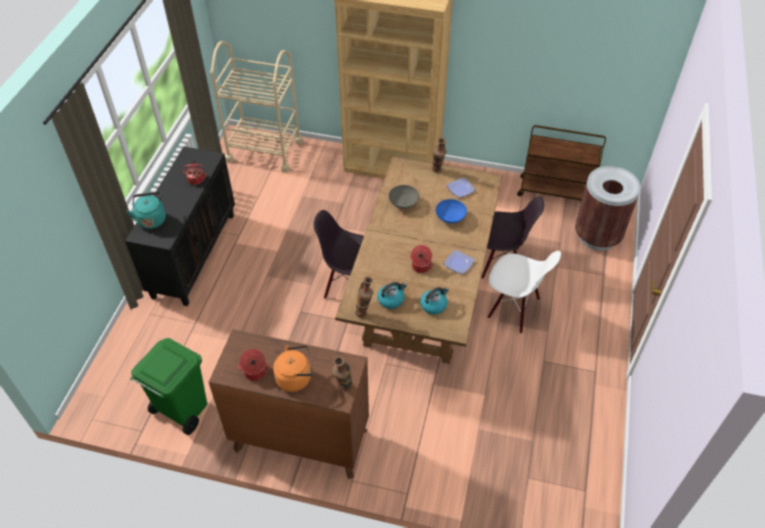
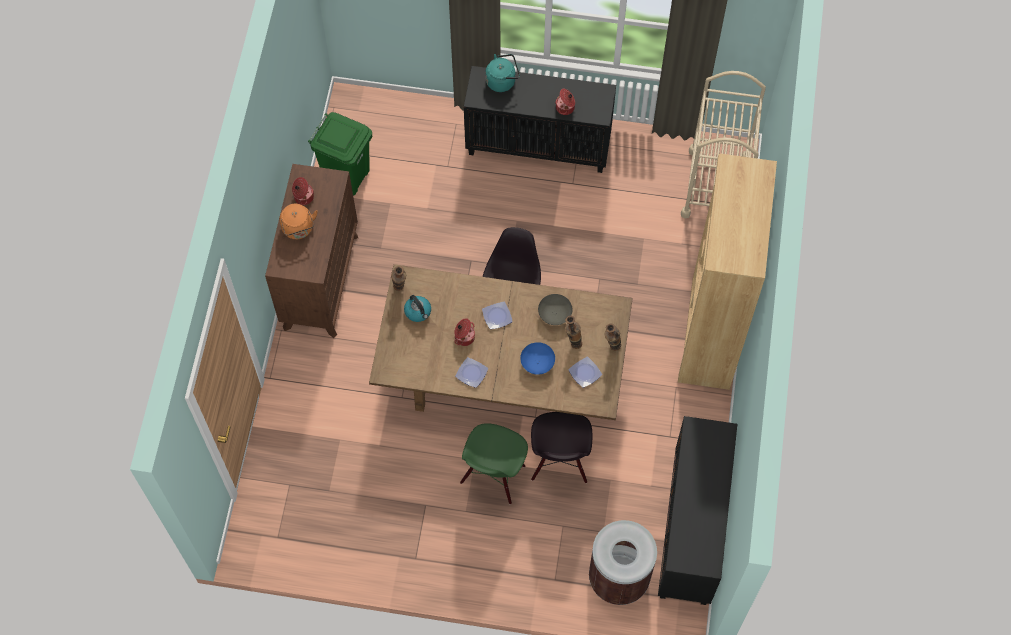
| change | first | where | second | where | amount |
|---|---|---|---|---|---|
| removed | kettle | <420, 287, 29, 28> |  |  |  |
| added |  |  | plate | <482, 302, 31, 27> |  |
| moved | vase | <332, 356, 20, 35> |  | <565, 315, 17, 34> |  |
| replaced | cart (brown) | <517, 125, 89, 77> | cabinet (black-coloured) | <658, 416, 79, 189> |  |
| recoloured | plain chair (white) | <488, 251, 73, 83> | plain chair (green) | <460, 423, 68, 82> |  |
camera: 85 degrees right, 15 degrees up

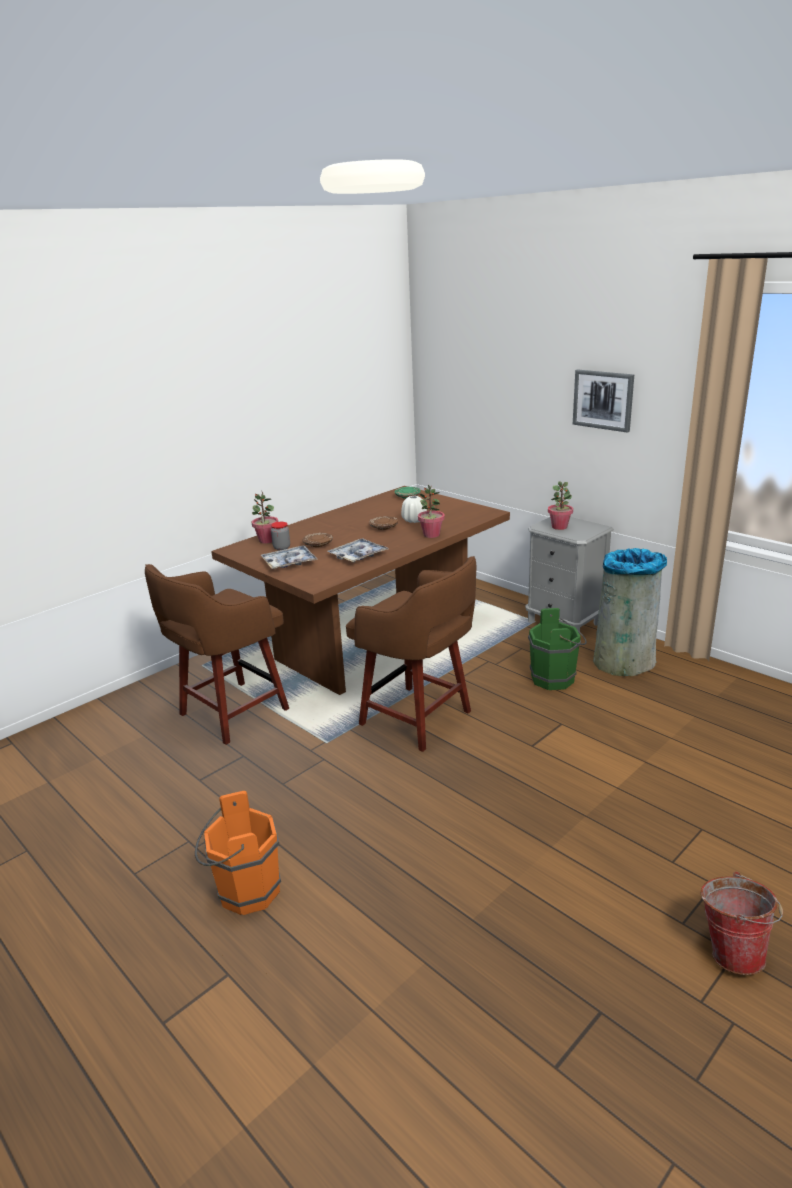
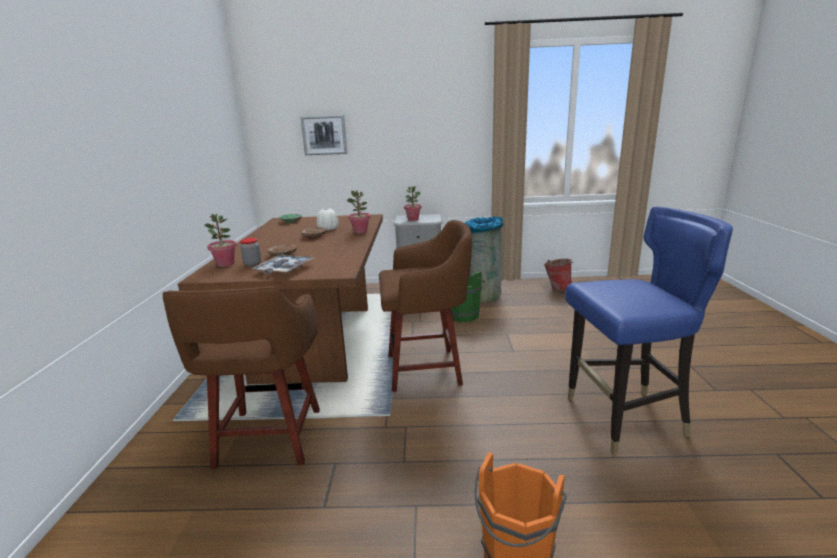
| change | first | where | second | where | amount |
|---|---|---|---|---|---|
| removed | carrying tray | <327, 538, 62, 24> |  |  |  |
| added |  |  | plain chair (blue) | <565, 206, 168, 249> |  |
| moved | picture | <573, 370, 61, 63> |  | <301, 115, 46, 40> |  |
| moved | water bucket | <700, 872, 83, 103> |  | <544, 259, 30, 32> |  |
camera: 45 degrees left, 5 degrees down

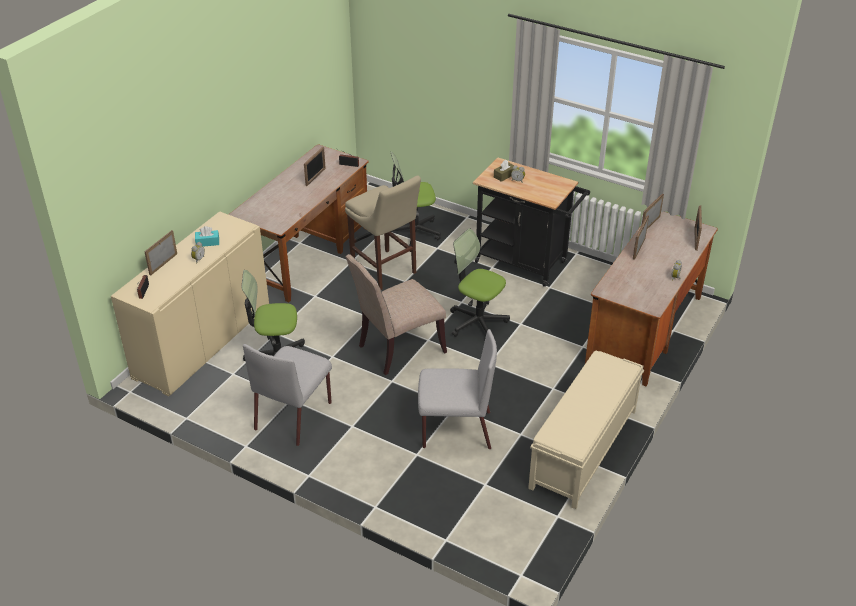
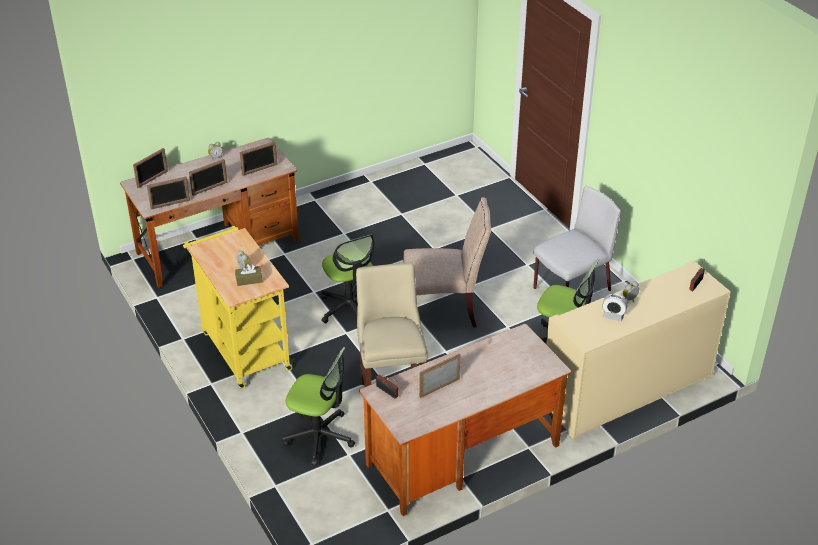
| change | first | where | second | where | amount |
|---|---|---|---|---|---|
| removed | plain chair (greyish) | <418, 329, 79, 120> |  |  |  |
| removed | indoor bench (beige-coloured) | <528, 350, 116, 159> |  |  |  |
| moved | standing frame | <144, 230, 33, 46> |  | <240, 141, 38, 35> |  |
| replaced | tissue box (blue-green) | <195, 226, 24, 21> | table clock | <602, 294, 26, 27> |  |
| recoloured | cart (black-coloured) | <473, 158, 117, 129> | cart (yellowish) | <183, 226, 110, 163> |  |
camera: 150 degrees left, 0 degrees up

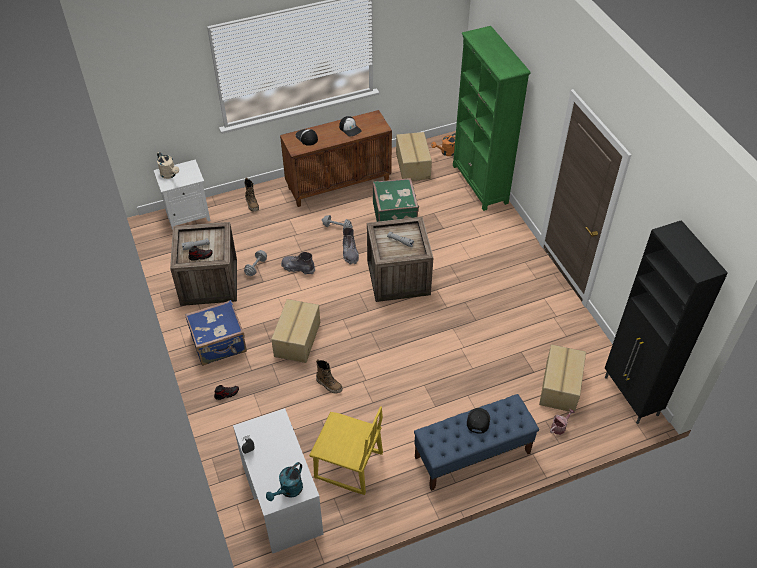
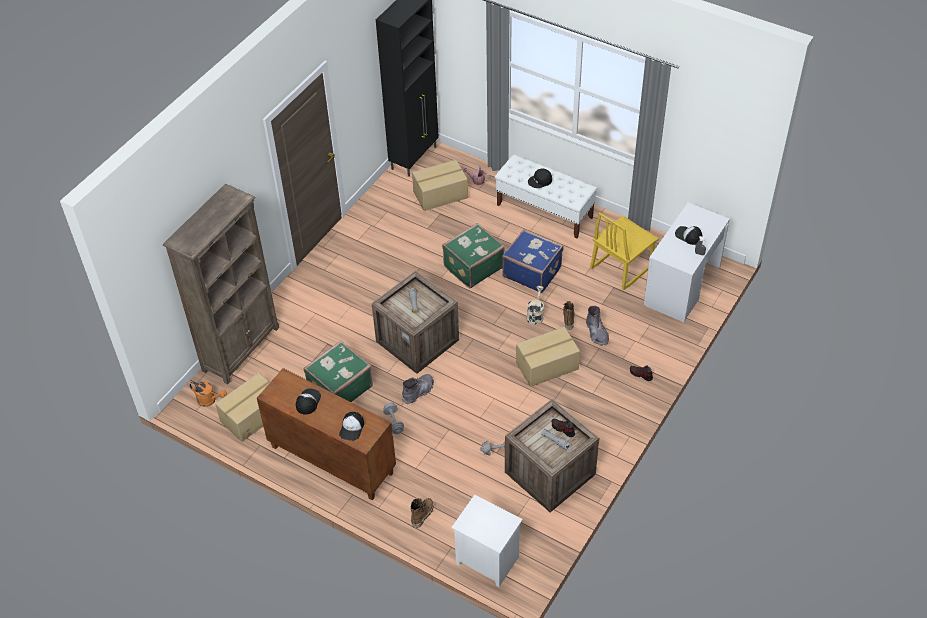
| change | first | where | second | where | amount |
|---|---|---|---|---|---|
| removed | watering can (blue-green) | <266, 462, 37, 39> |  |  |  |
| added |  |  | travel case (green) | <442, 223, 63, 65> |  |
| added |  |  | baseball cap | <675, 226, 27, 19> |  |
| moved | watering can (beige-coloured) | <157, 152, 22, 27> |  | <526, 286, 18, 39> |  |
| moved | travel case (blue) | <185, 300, 62, 66> |  | <502, 229, 62, 64> |  |
| moved | tall boot (greyish) | <281, 252, 34, 23> |  | <586, 306, 23, 40> |  |
| recoloured | indoor bench (blue) | <414, 394, 125, 97> | indoor bench (white) | <495, 155, 102, 83> |  |
| recoloured | bookshelf (green) | <453, 26, 78, 185> | bookshelf (brown) | <163, 184, 116, 200> |  |
| turned | plain chair (yellowish) | <309, 406, 74, 89> |  | <590, 212, 69, 79> | 120 degrees counterclockwise |
camera: 125 degrees left, 0 degrees up

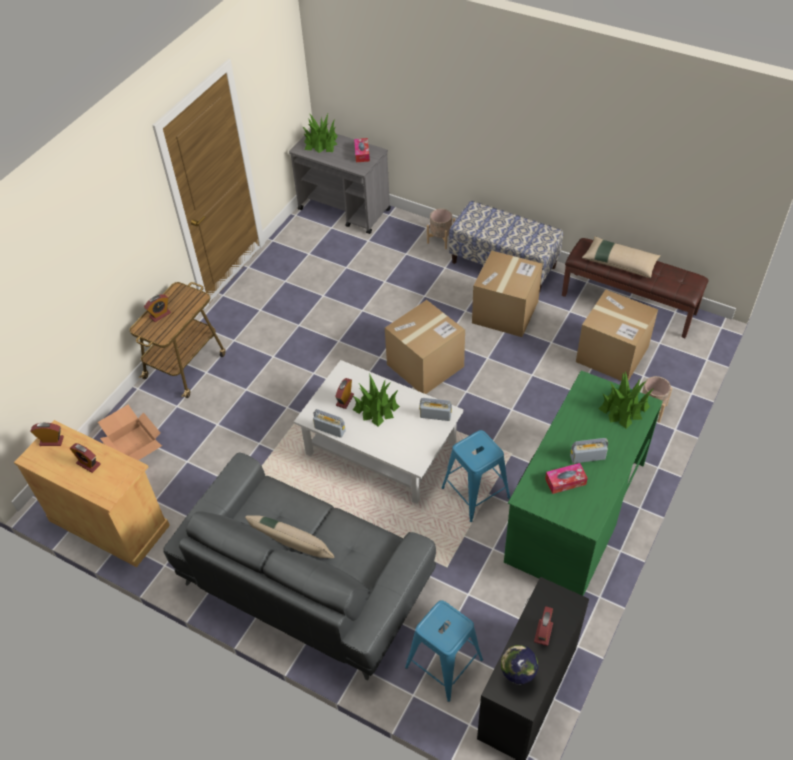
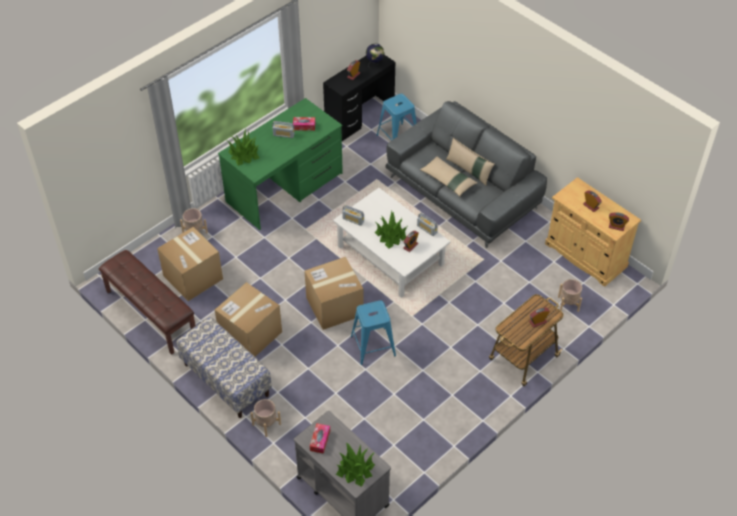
| change | first | where | second | where | amount |
|---|---|---|---|---|---|
| moved | sitting stool (blue) | <442, 430, 68, 92> |  | <351, 300, 45, 65> |  |
| moved | cushion (beige-coloured) | <582, 236, 79, 42> |  | <420, 156, 58, 41> |  |
| replaced | packing box | <98, 405, 64, 55> | plant pot (beige-coloured) | <558, 279, 24, 33> |  |
camera: 165 degrees left, 0 degrees up

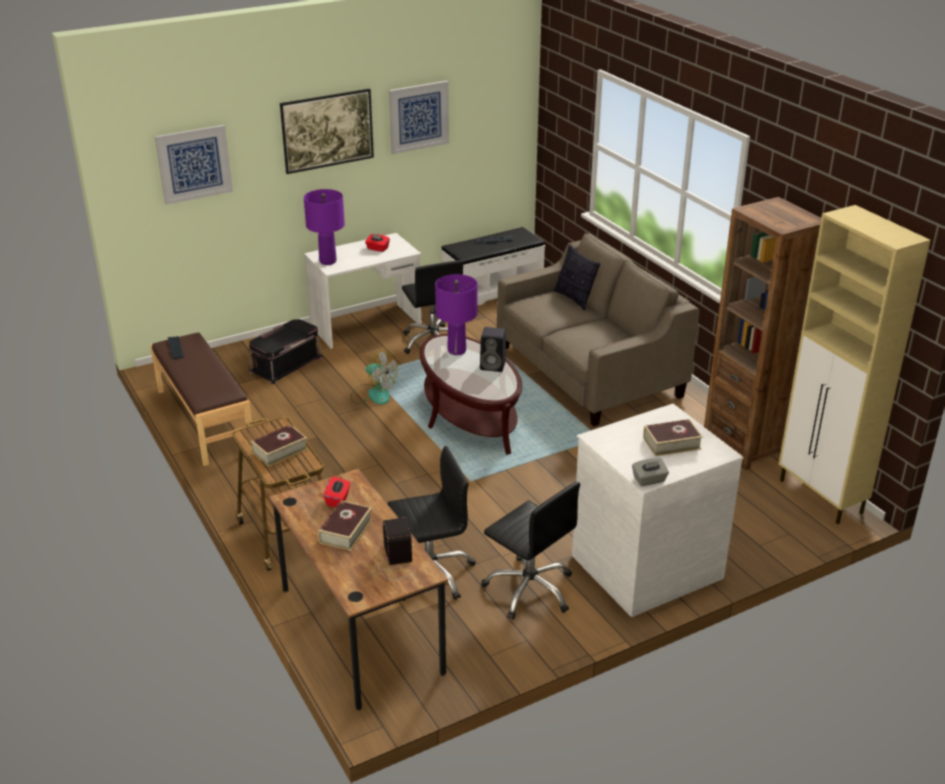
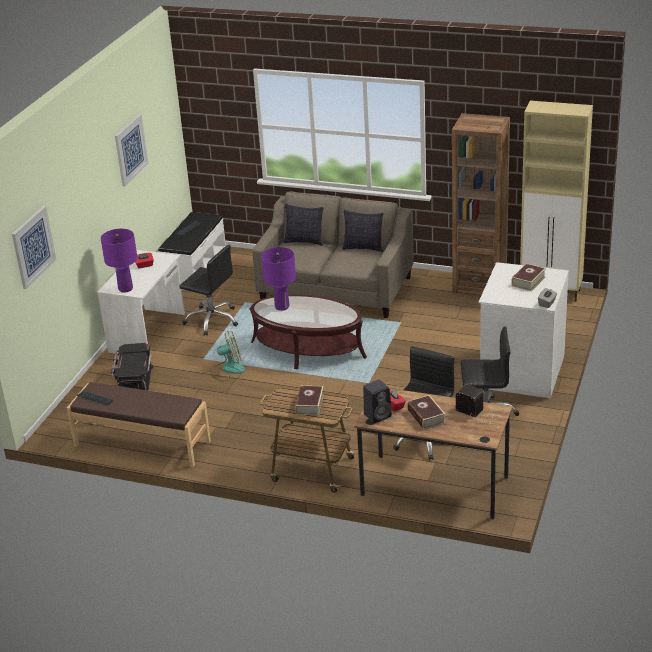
| change | first | where | second | where | amount |
|---|---|---|---|---|---|
| removed | picture | <280, 88, 94, 86> |  |  |  |
| added |  |  | cushion | <342, 210, 42, 42> |  |
| moved | speaker (black-coloured) | <480, 327, 26, 45> |  | <363, 380, 29, 43> |  |
camera: 40 degrees left, 0 degrees up

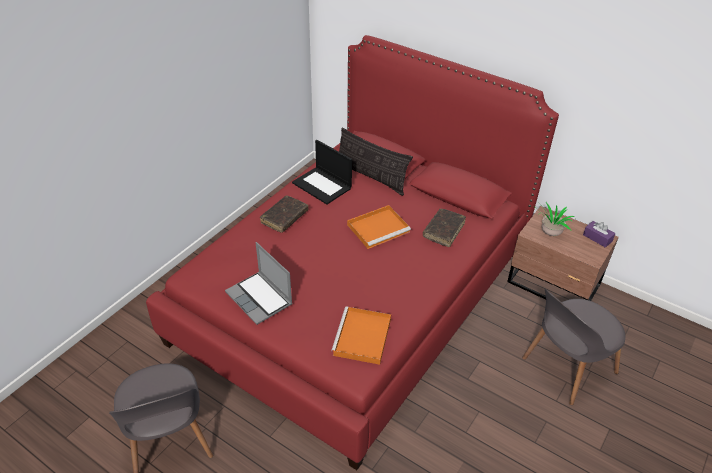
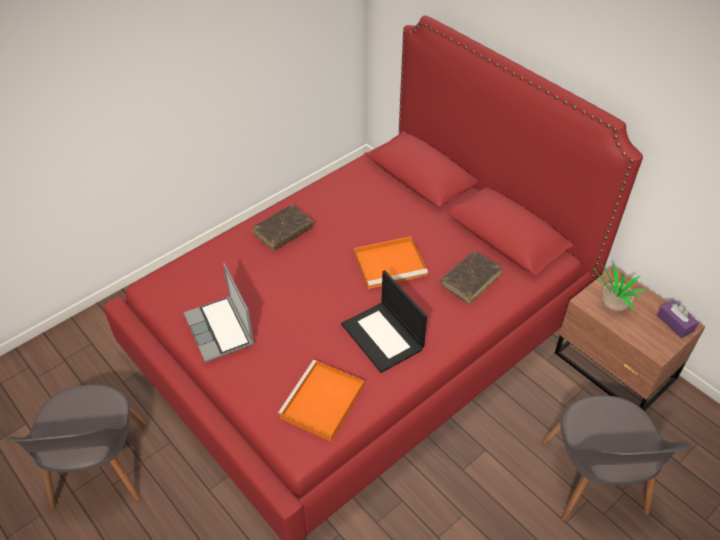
| change | first | where | second | where | amount |
|---|---|---|---|---|---|
| removed | cushion | <339, 127, 74, 69> |  |  |  |
| moved | portable computer | <292, 140, 60, 64> |  | <341, 270, 86, 103> |  |
| turned | plain chair (greyish) | <522, 288, 103, 117> |  | <542, 395, 149, 126> | 75 degrees counterclockwise |
camera: 15 degrees right, 5 degrees up

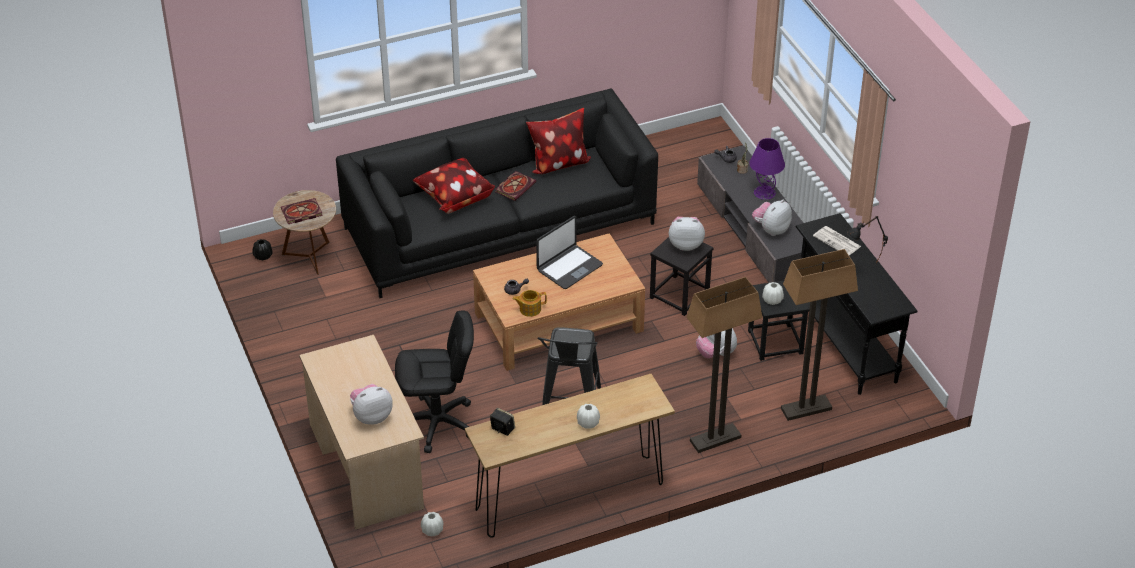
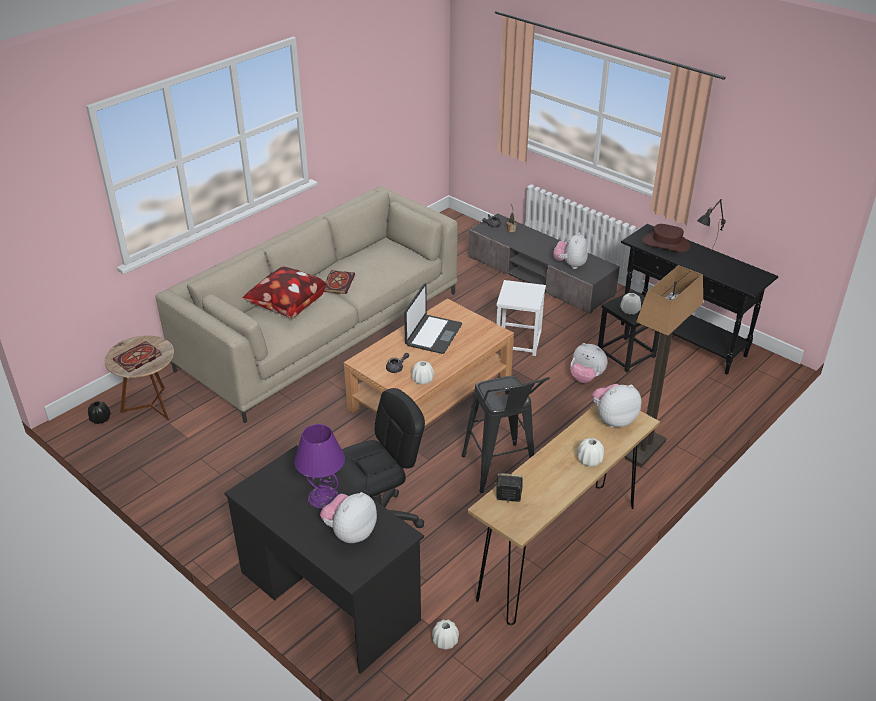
| change | first | where | second | where | amount |
|---|---|---|---|---|---|
| removed | cushion | <526, 108, 65, 66> |  |  |  |
| removed | floor lamp | <781, 249, 77, 172> |  |  |  |
| moved | cuddly toy | <669, 217, 36, 34> |  | <592, 384, 49, 44> |  |
| moved | tabletop lamp (purple-coloured) | <749, 138, 36, 62> |  | <294, 424, 51, 84> |  |
| replaced | teapot | <512, 290, 35, 27> | vase (white) | <412, 361, 22, 24> |  |
| replaced | daily paper | <813, 226, 48, 29> | hat (brown) | <643, 224, 47, 28> |  |
| recoloured | desk table (beige-coloured) | <299, 335, 125, 195> | desk table (black-coloured) | <225, 445, 199, 229> |  |
| recoloured | couch (black-coloured) | <336, 89, 322, 209> | couch (beige-coloured) | <156, 186, 302, 237> |  |
| recoloured | sitting stool (black-coloured) | <650, 237, 63, 79> | sitting stool (white) | <496, 280, 50, 76> |  |
camera: 25 degrees left, 5 degrees down

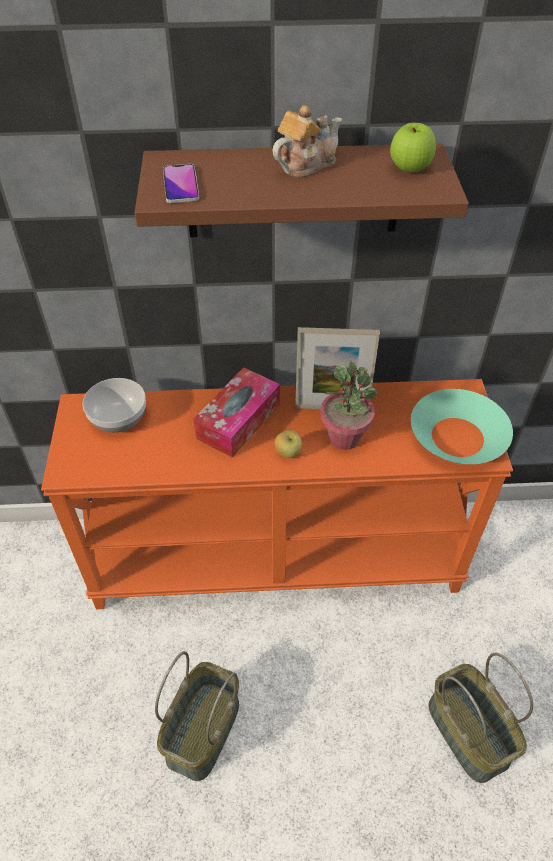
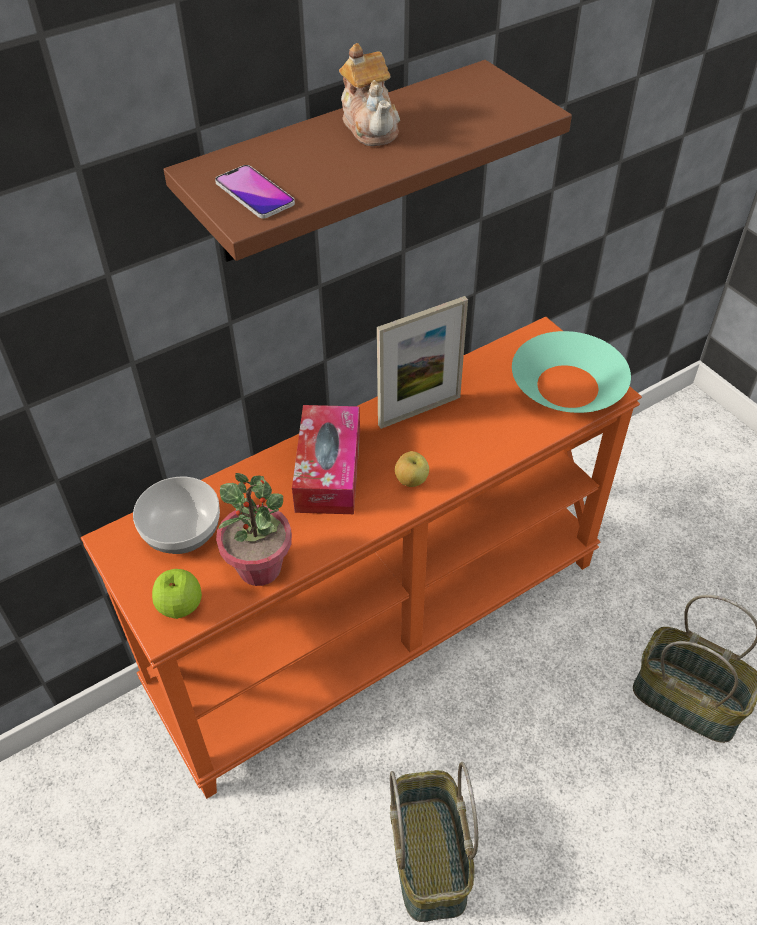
| change | first | where | second | where | amount |
|---|---|---|---|---|---|
| moved | potted plant | <320, 360, 57, 90> |  | <216, 473, 76, 113> |  |
| moved | apple fruit | <390, 123, 46, 49> |  | <152, 569, 50, 50> |  |
| turned | teapot | <272, 105, 70, 73> |  | <339, 43, 61, 103> | 135 degrees clockwise |
camera: 30 degrees left, 0 degrees up

